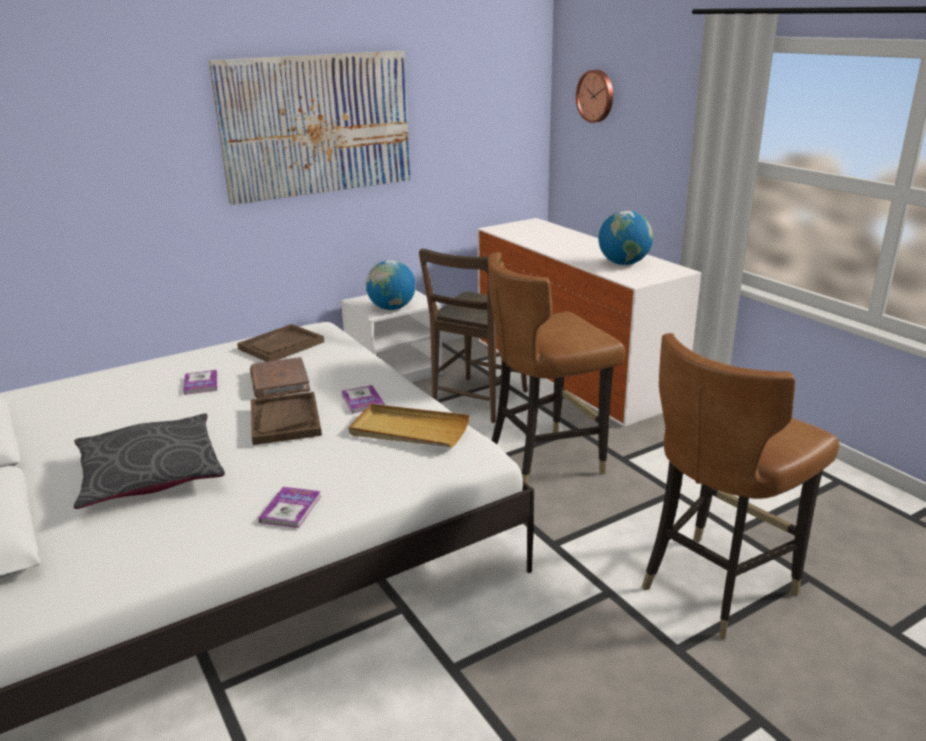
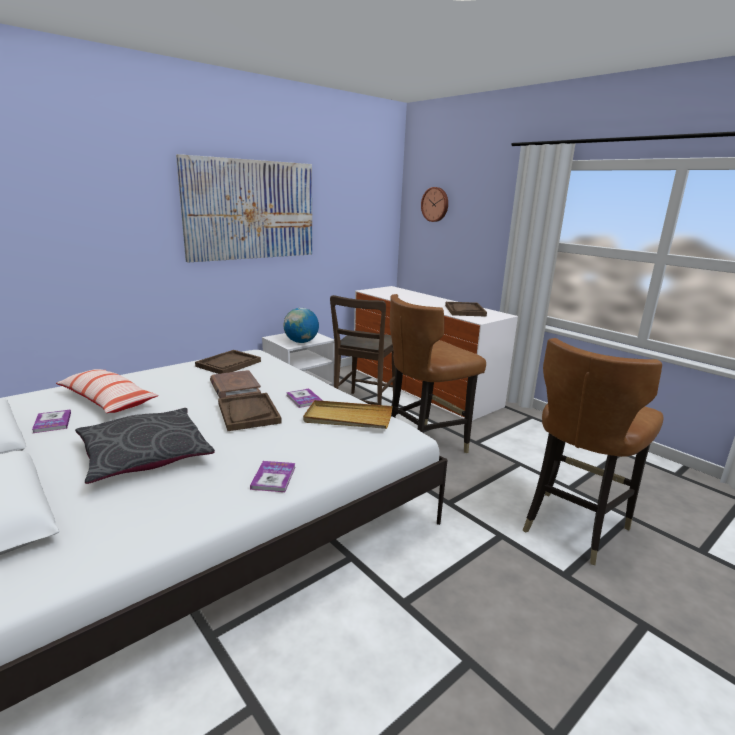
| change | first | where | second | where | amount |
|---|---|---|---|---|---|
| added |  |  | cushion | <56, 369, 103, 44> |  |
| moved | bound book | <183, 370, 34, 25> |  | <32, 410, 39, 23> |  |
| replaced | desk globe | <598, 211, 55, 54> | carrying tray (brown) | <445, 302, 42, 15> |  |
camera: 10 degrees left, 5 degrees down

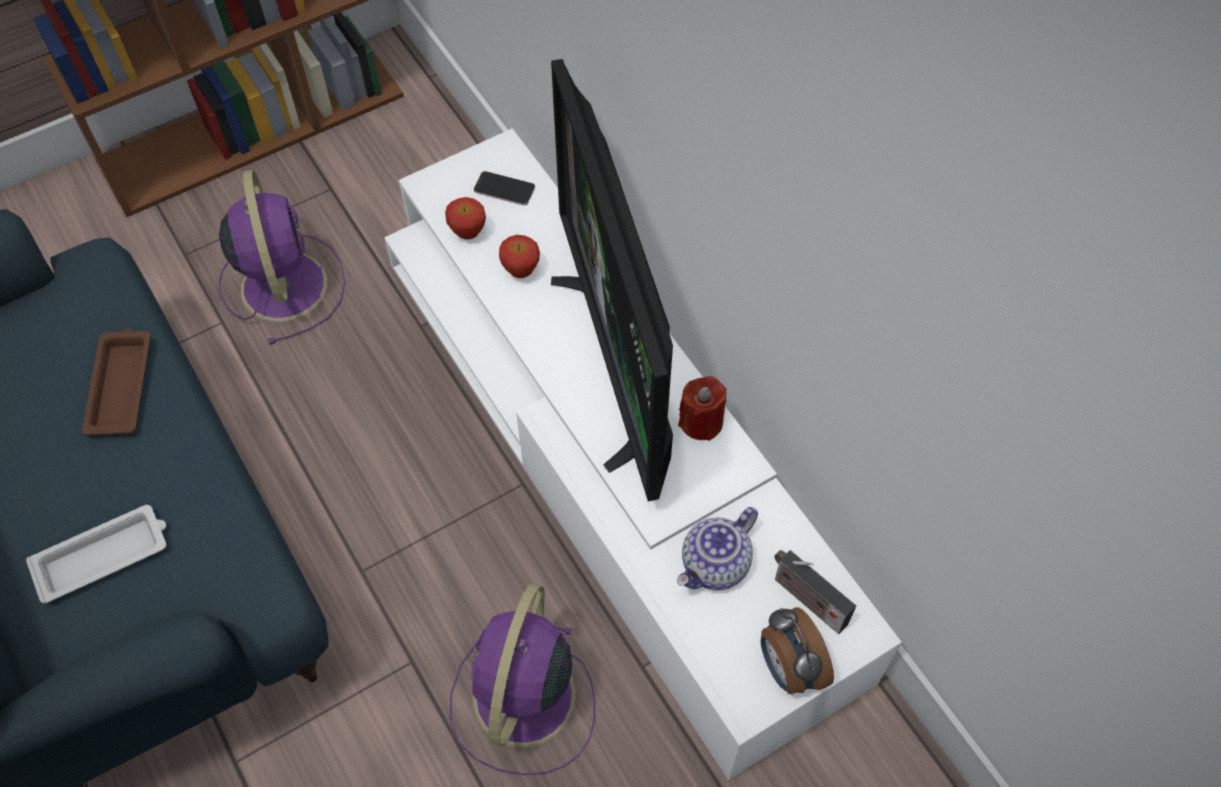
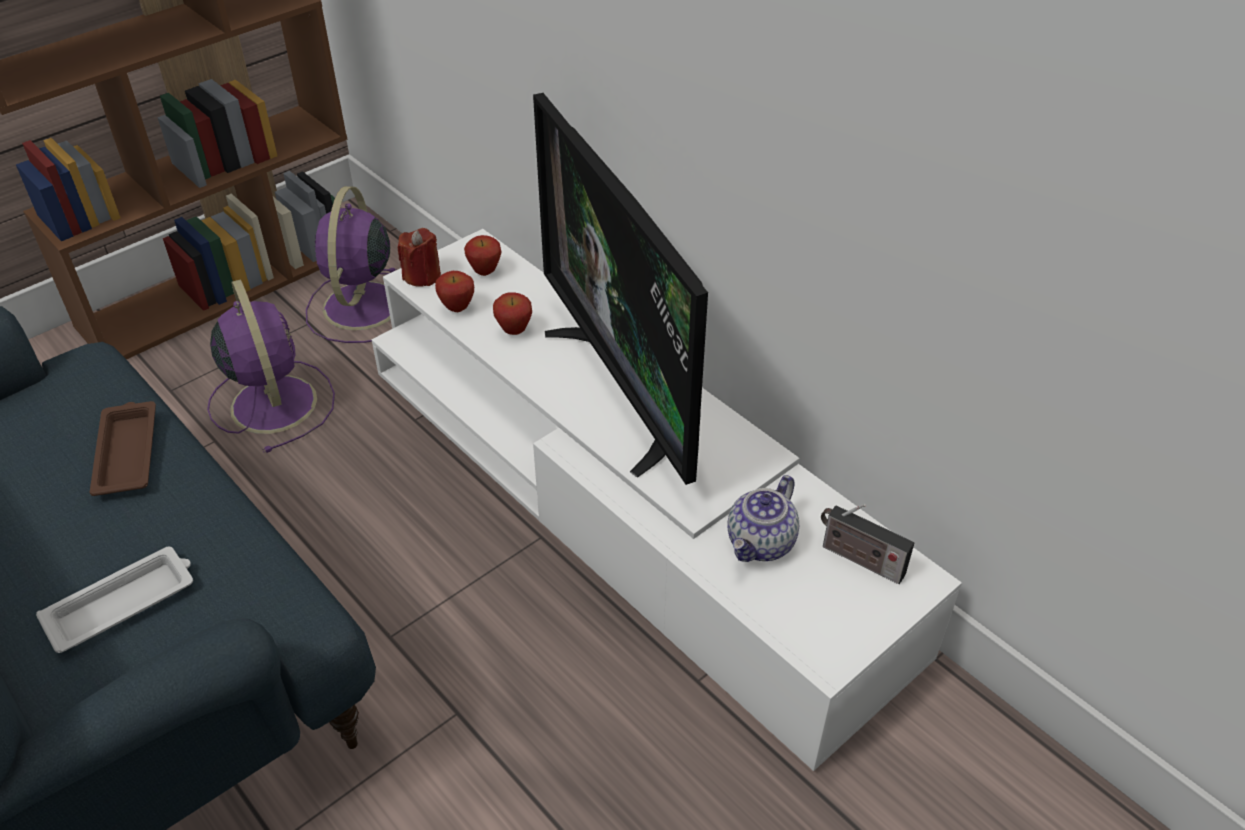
| change | first | where | second | where | amount |
|---|---|---|---|---|---|
| removed | table clock | <761, 607, 73, 87> |  |  |  |
| moved | cooling fan (purple-coloured) | <450, 584, 145, 191> |  | <306, 186, 91, 157> |  |
| moved | wax candle (red-coloured) | <678, 376, 48, 65> |  | <398, 228, 43, 59> |  |
| replaced | handset | <474, 171, 61, 35> | apple fruit | <464, 235, 38, 41> |  |
camera: 10 degrees left, 15 degrees down

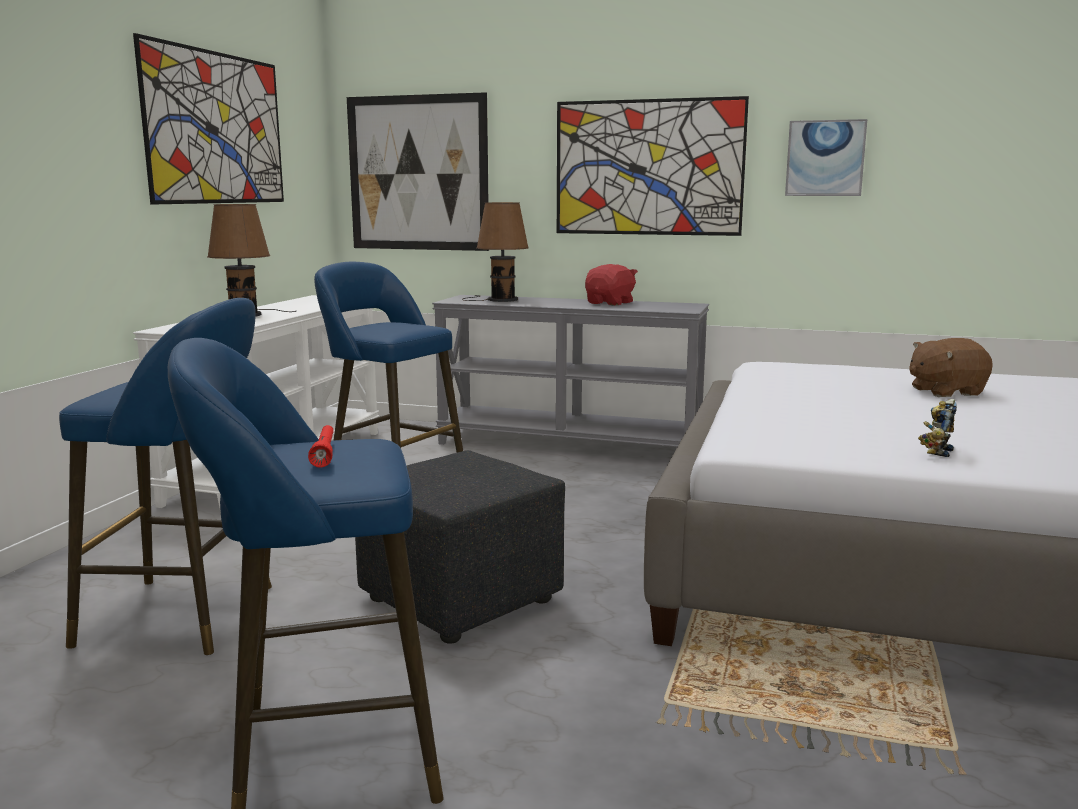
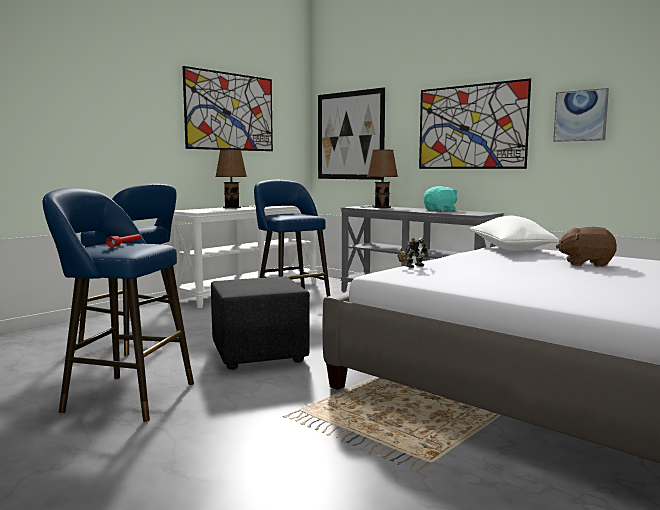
| change | first | where | second | where | amount |
|---|---|---|---|---|---|
| added |  |  | cushion (white) | <470, 216, 89, 35> |  |
| moved | robot figure | <918, 399, 39, 58> |  | <398, 238, 31, 30> |  |
| recoloured | cuddly toy (red-coloured) | <585, 264, 53, 42> | cuddly toy (blue-green) | <424, 186, 34, 26> |  |
camera: 25 degrees right, 5 degrees down

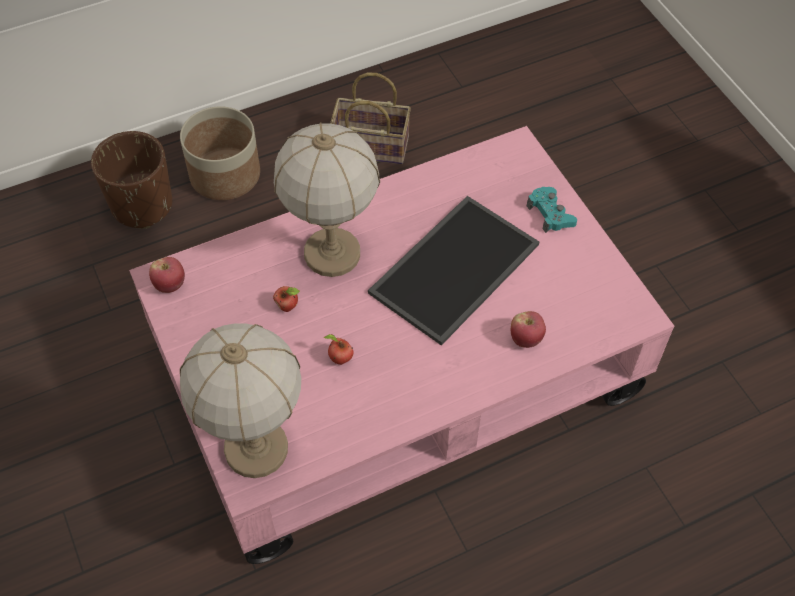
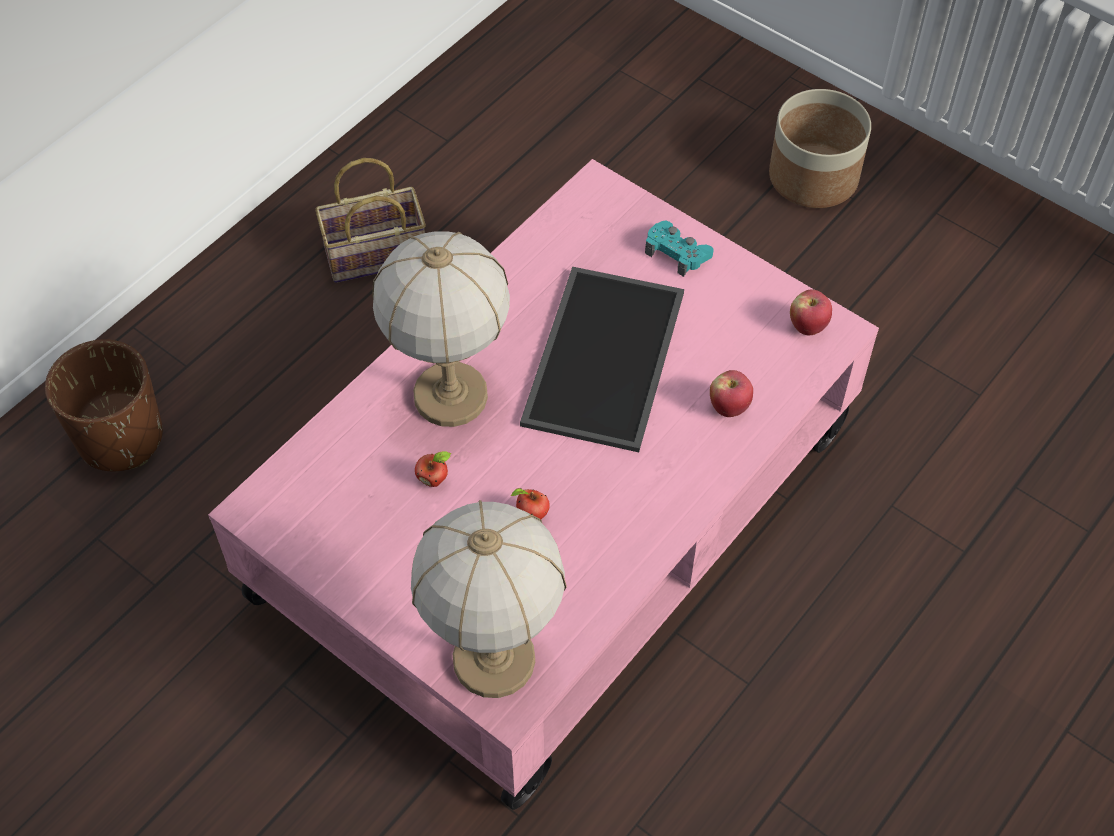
| change | first | where | second | where | amount |
|---|---|---|---|---|---|
| moved | apple fruit | <149, 257, 36, 36> |  | <790, 290, 42, 45> |  |
| moved | plant pot | <180, 106, 80, 94> |  | <769, 89, 102, 119> |  |
camera: 25 degrees left, 0 degrees up

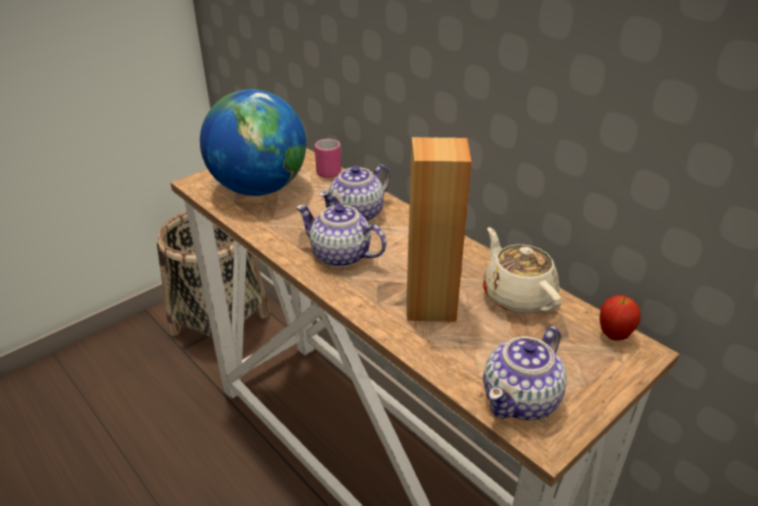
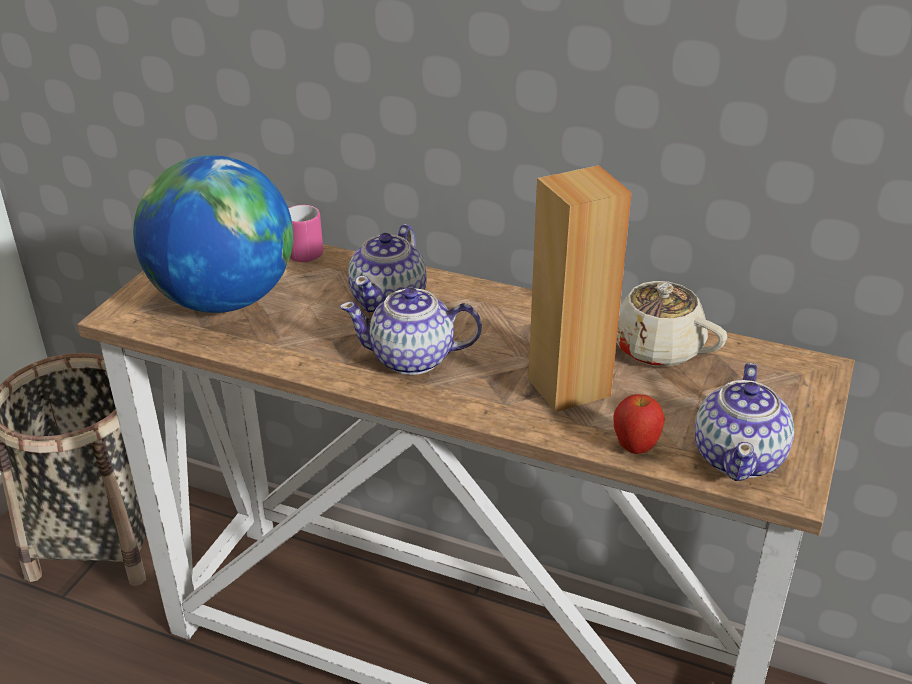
| change | first | where | second | where | amount |
|---|---|---|---|---|---|
| moved | apple fruit | <600, 295, 41, 46> |  | <613, 394, 52, 60> |  |
camera: 25 degrees left, 0 degrees up

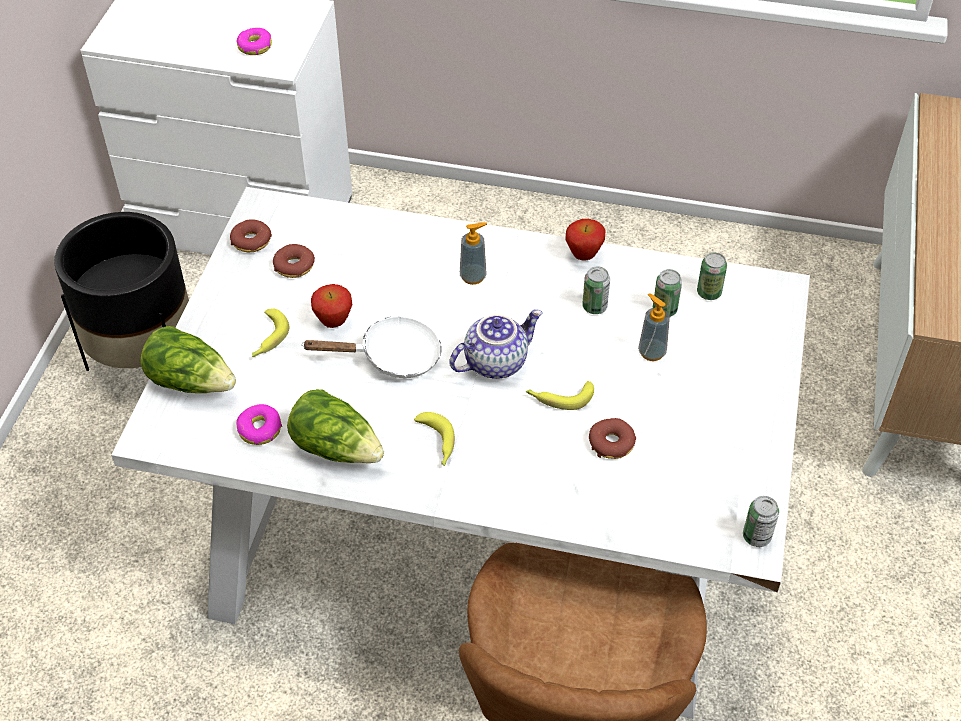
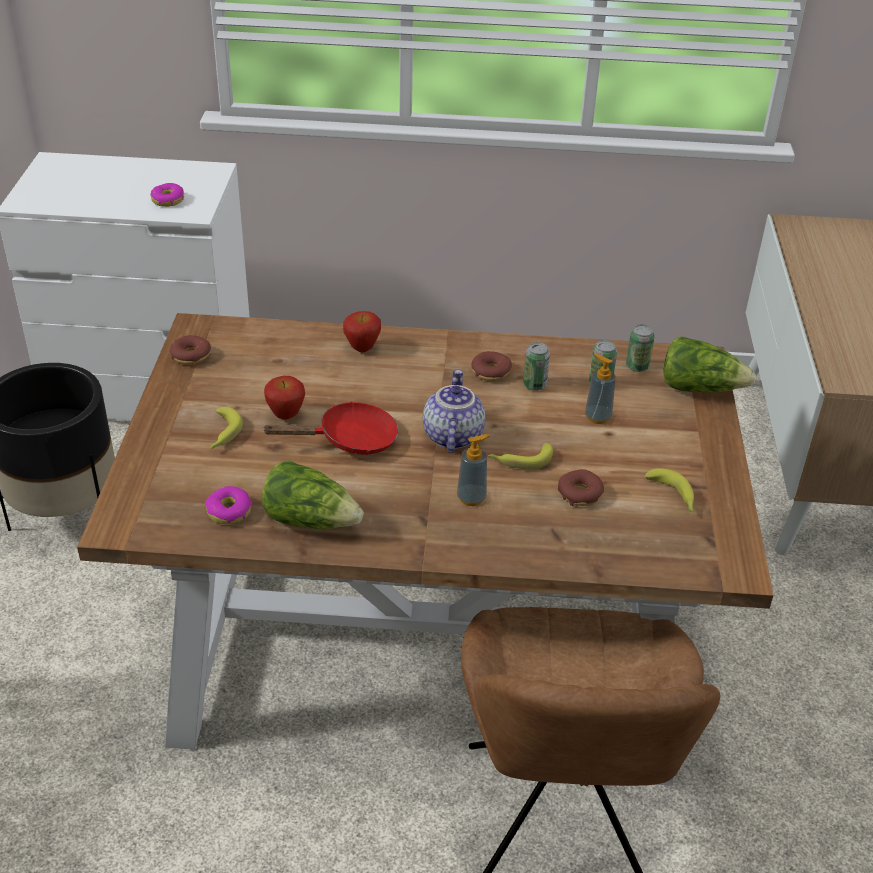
| change | first | where | second | where | amount |
|---|---|---|---|---|---|
| removed | can | <743, 496, 36, 51> |  |  |  |
| moved | head of lettuce | <140, 326, 96, 67> |  | <663, 336, 93, 57> |  |
| moved | doughnut | <273, 244, 42, 34> |  | <471, 351, 41, 30> |  |
| moved | whole banana | <414, 412, 41, 54> |  | <645, 468, 49, 44> |  |
| moved | soap bottle | <460, 222, 27, 63> |  | <457, 434, 33, 72> |  |
| moved | apple fruit | <566, 219, 39, 42> |  | <343, 311, 38, 41> |  |
| recoloured | kitchen table (white) | <111, 187, 699, 532> | kitchen table (brown) | <77, 313, 696, 473> |  |
| recoloured | pan (white) | <302, 315, 139, 64> | pan (red-coloured) | <262, 401, 137, 54> |  |
| turned | teapot | <449, 309, 94, 70> |  | <423, 370, 62, 83> | 45 degrees counterclockwise |
camera: 10 degrees left, 10 degrees down

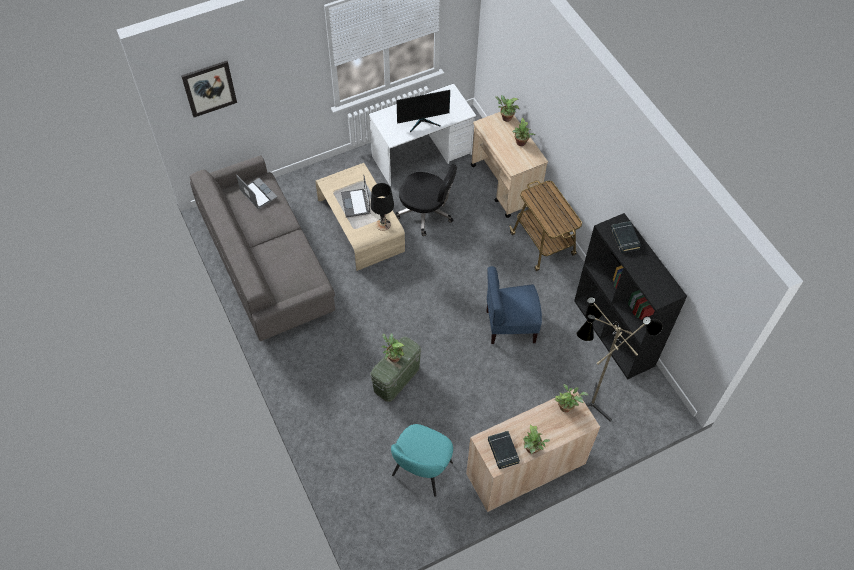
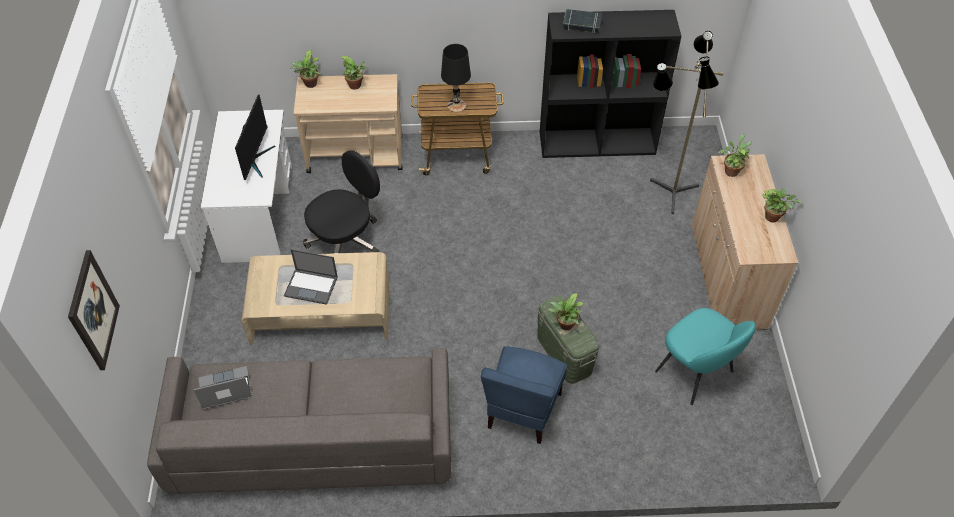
| change | first | where | second | where | amount |
|---|---|---|---|---|---|
| removed | bound book (black-coloured) | <488, 431, 32, 38> |  |  |  |
| moved | tabletop lamp (black-coloured) | <370, 183, 24, 48> |  | <441, 44, 30, 68> |  |
| moved | plain chair (blue) | <486, 266, 56, 78> |  | <481, 346, 86, 98> |  |
camera: 65 degrees left, 5 degrees down

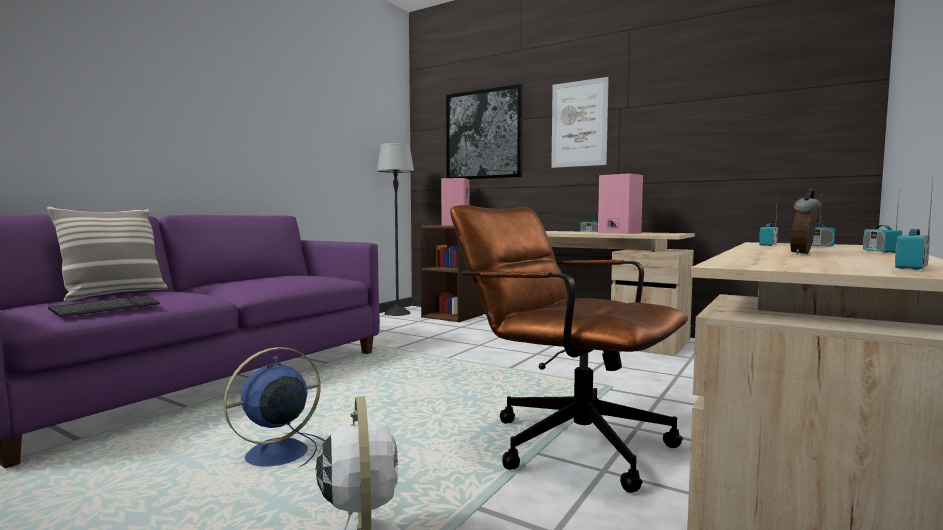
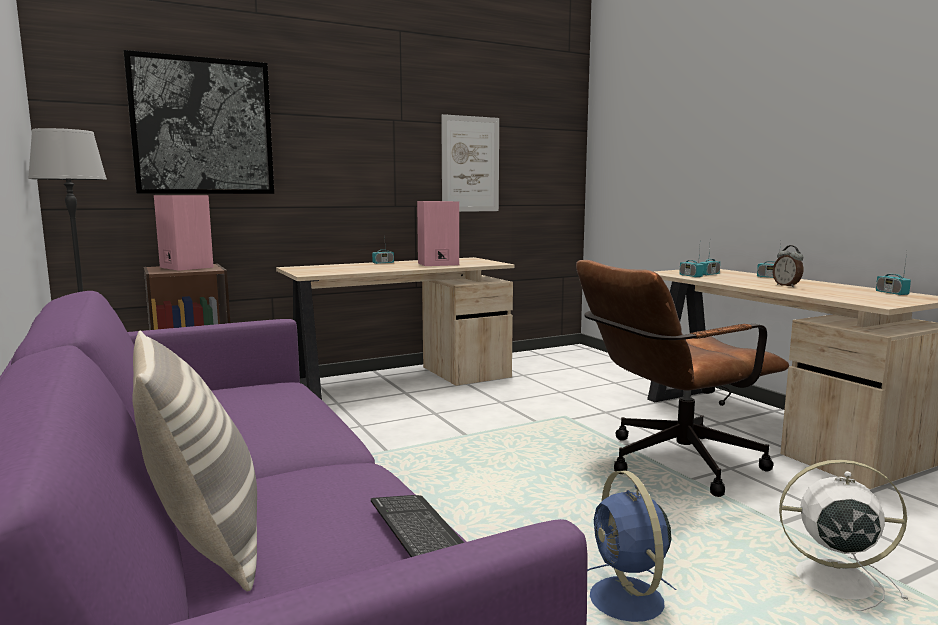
| change | first | where | second | where | amount |
|---|---|---|---|---|---|
| moved | picture | <551, 77, 58, 91> |  | <441, 114, 58, 98> |  |
camera: 60 degrees left, 5 degrees up

